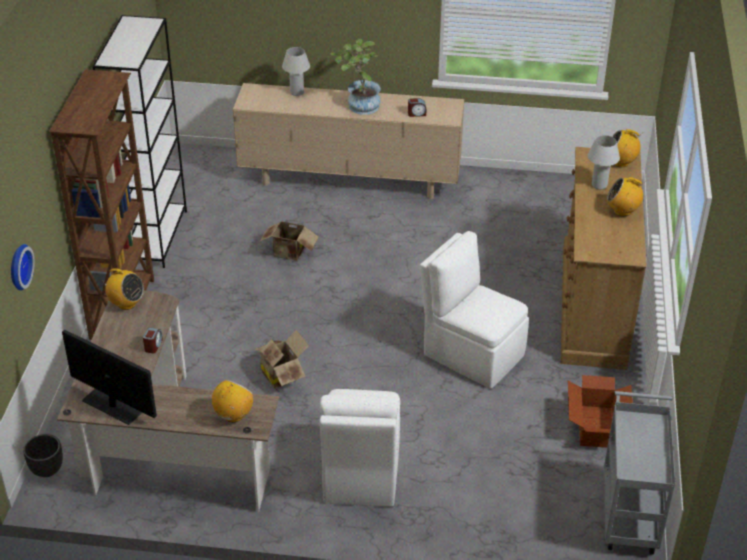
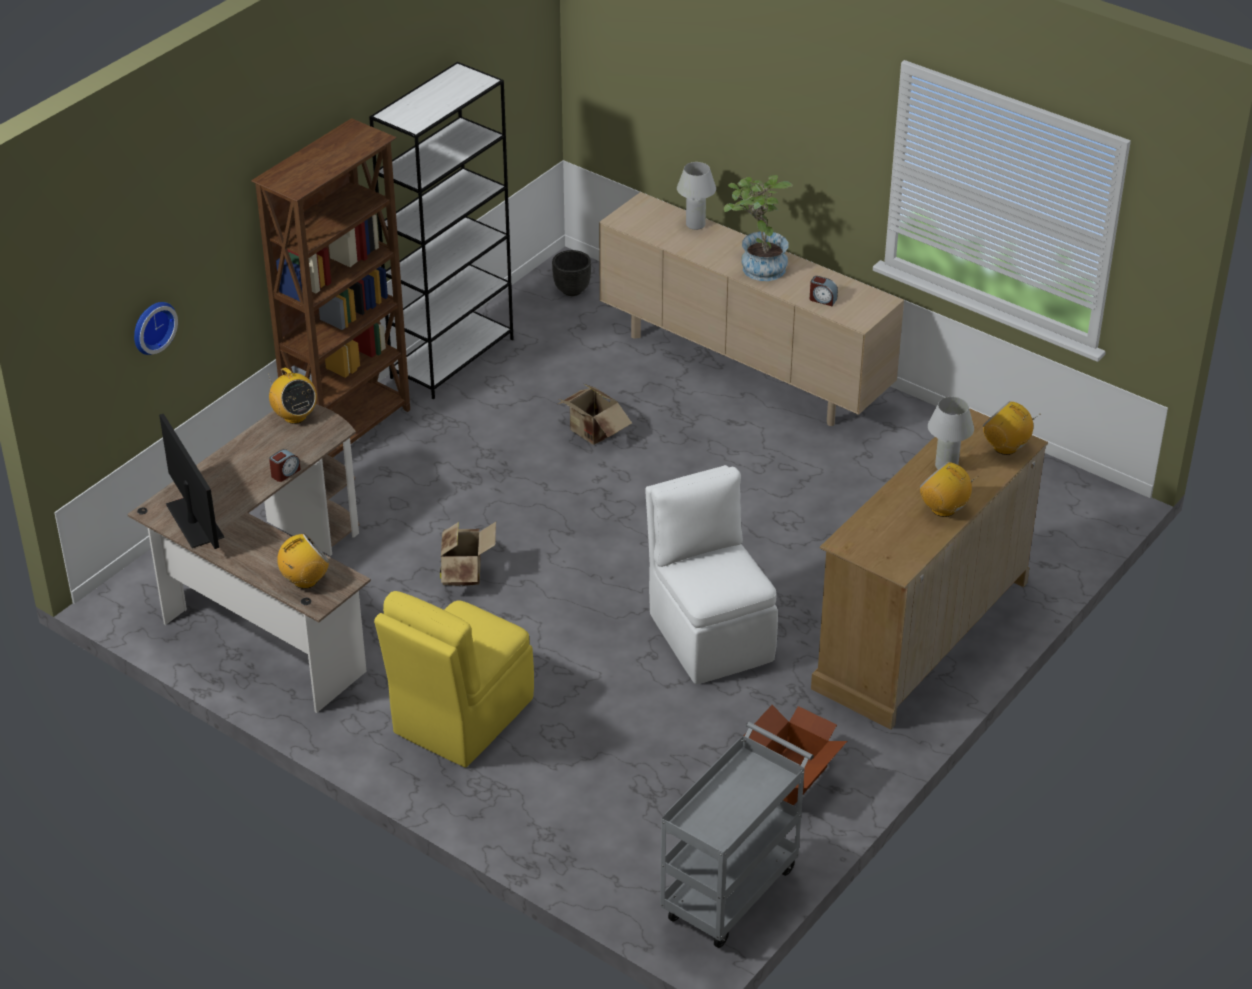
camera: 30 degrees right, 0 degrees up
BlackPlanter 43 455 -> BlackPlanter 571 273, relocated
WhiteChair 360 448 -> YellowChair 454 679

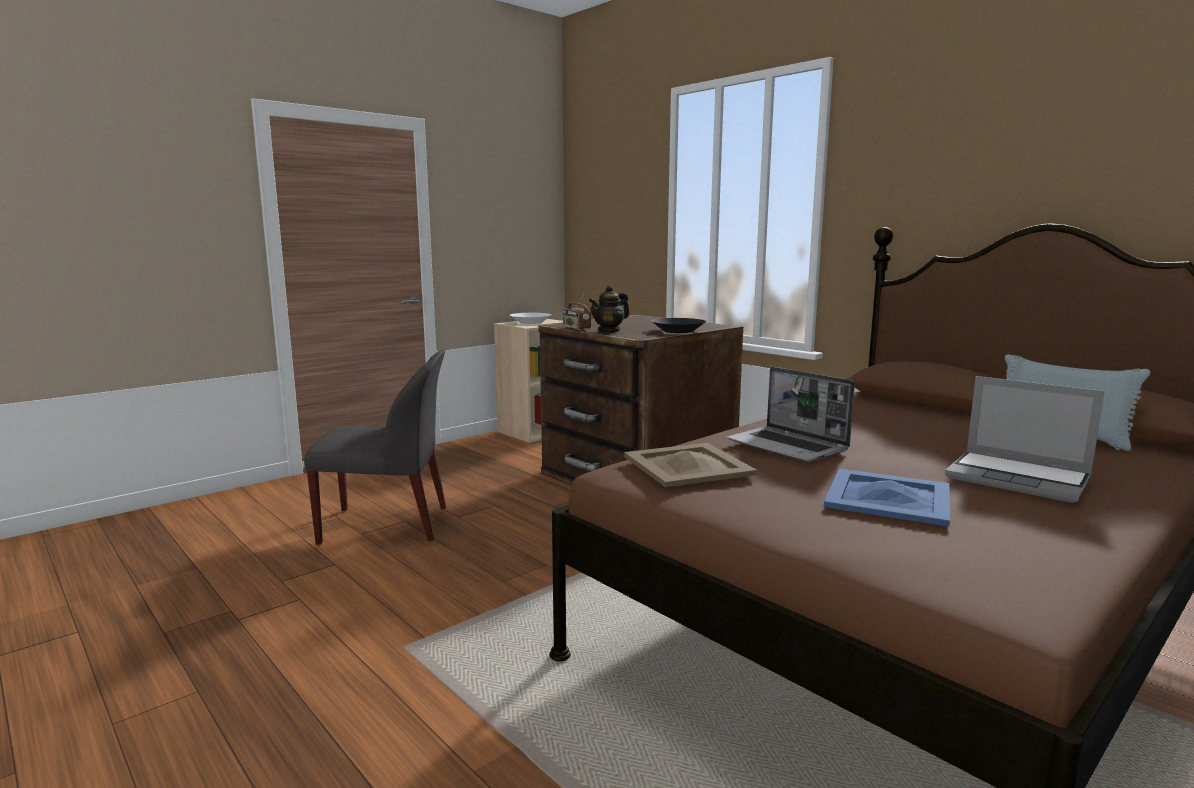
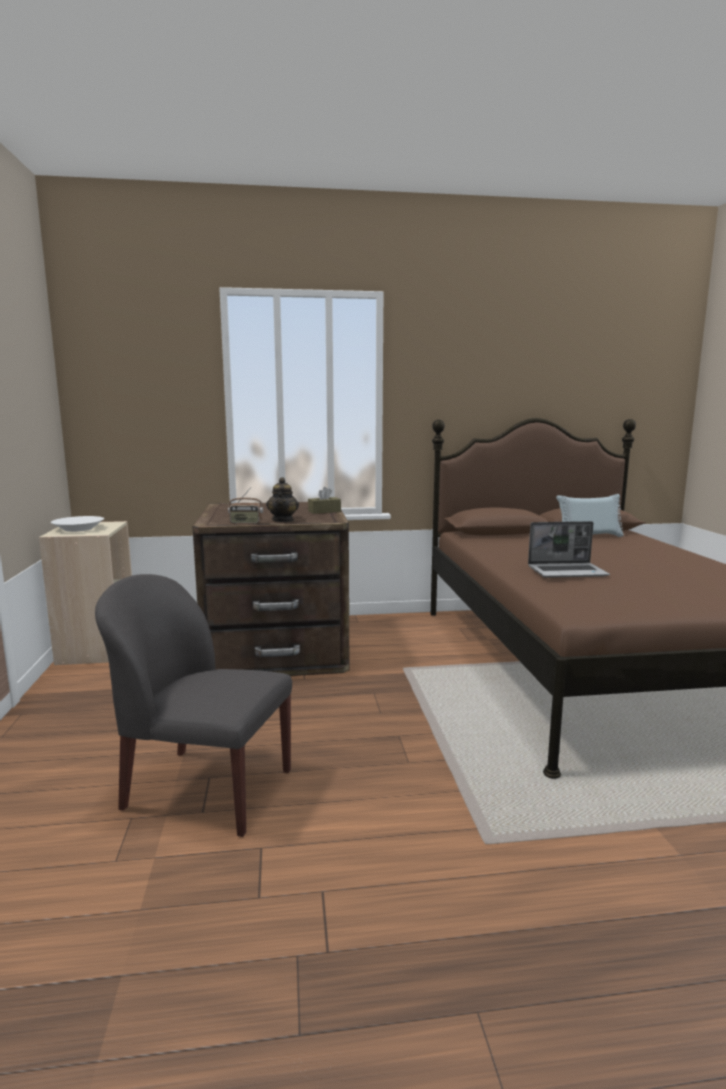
camera: 55 degrees left, 0 degrees up
BeigeTray 690 465 -> none
BlueTray 887 497 -> none
Laptop 1025 439 -> none
BlackBowl 678 325 -> BrownTissueBox 324 500
GreyChair 375 447 -> GreyChair 193 705, 105 degrees counterclockwise

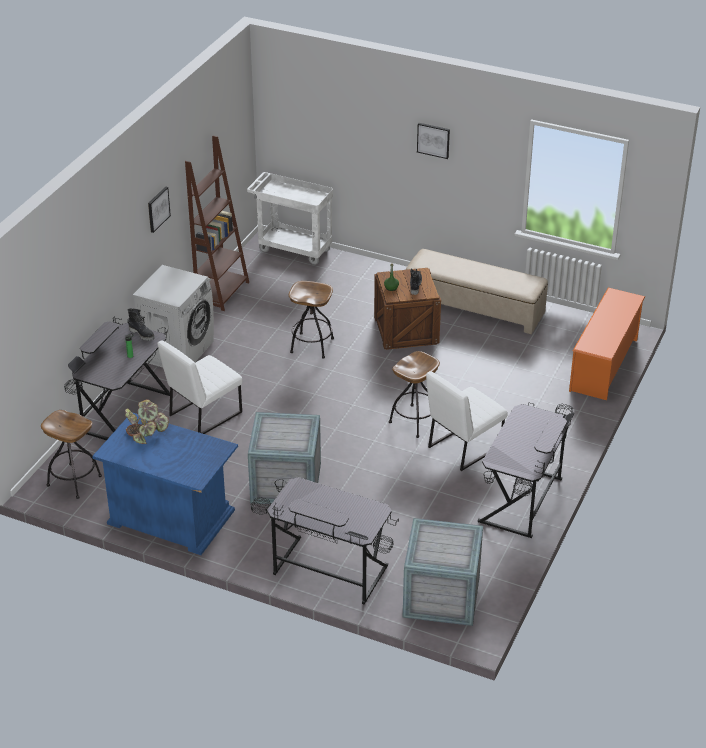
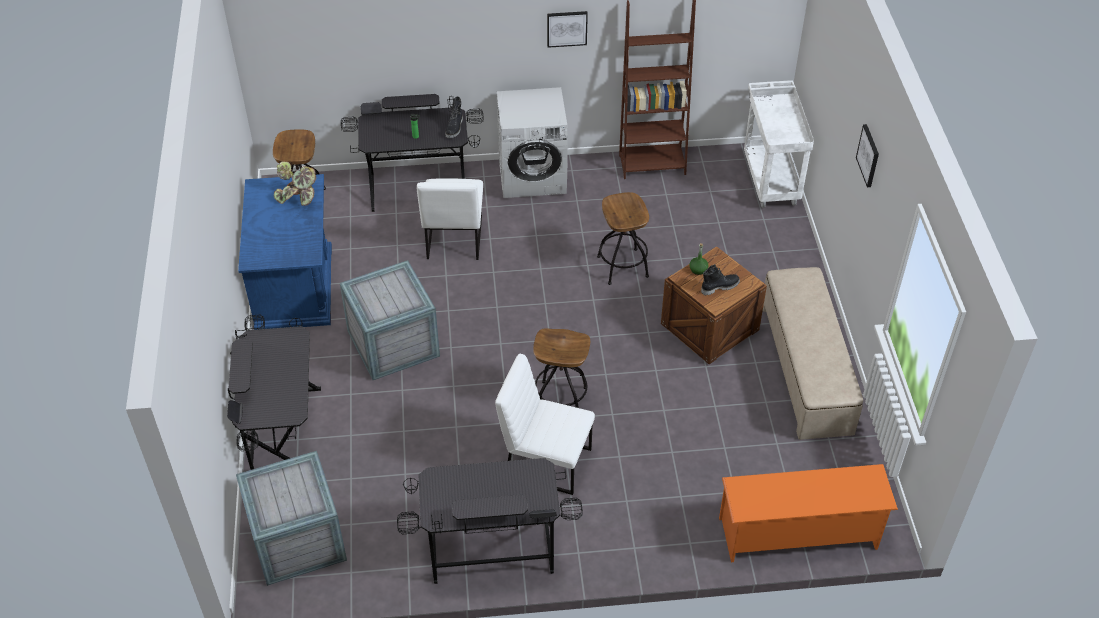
camera: 60 degrees right, 10 degrees up
WhiteChair 200 387 -> WhiteChair 450 219, 105 degrees counterclockwise

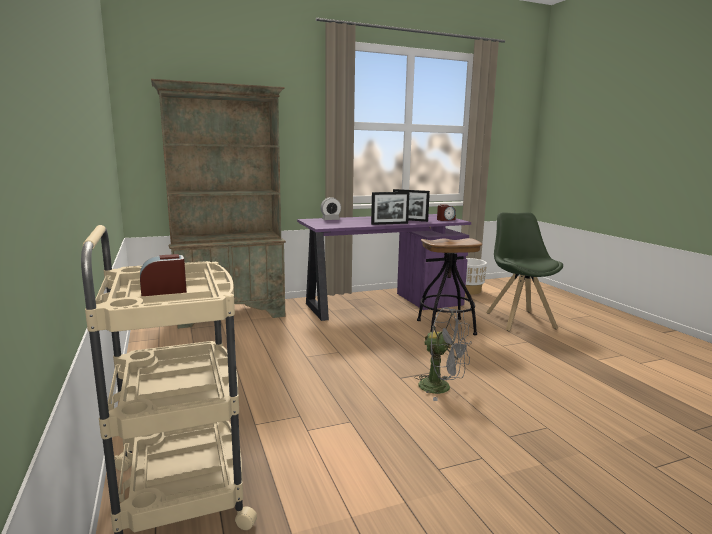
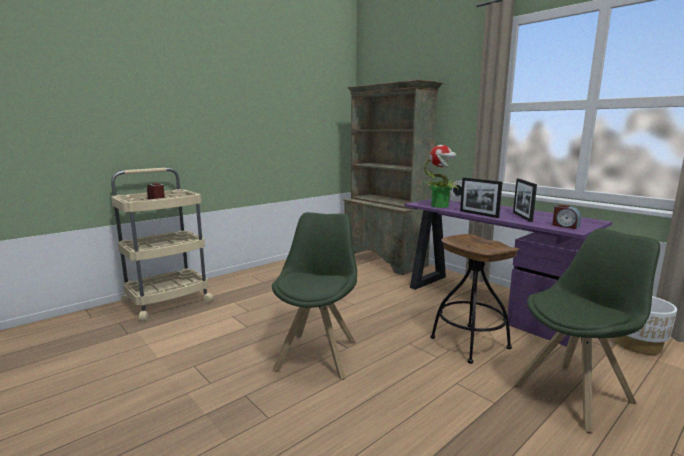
camera: 70 degrees right, 0 degrees up
none -> PottedPlant 441 176
GreyFan 443 354 -> GreenChair 314 296

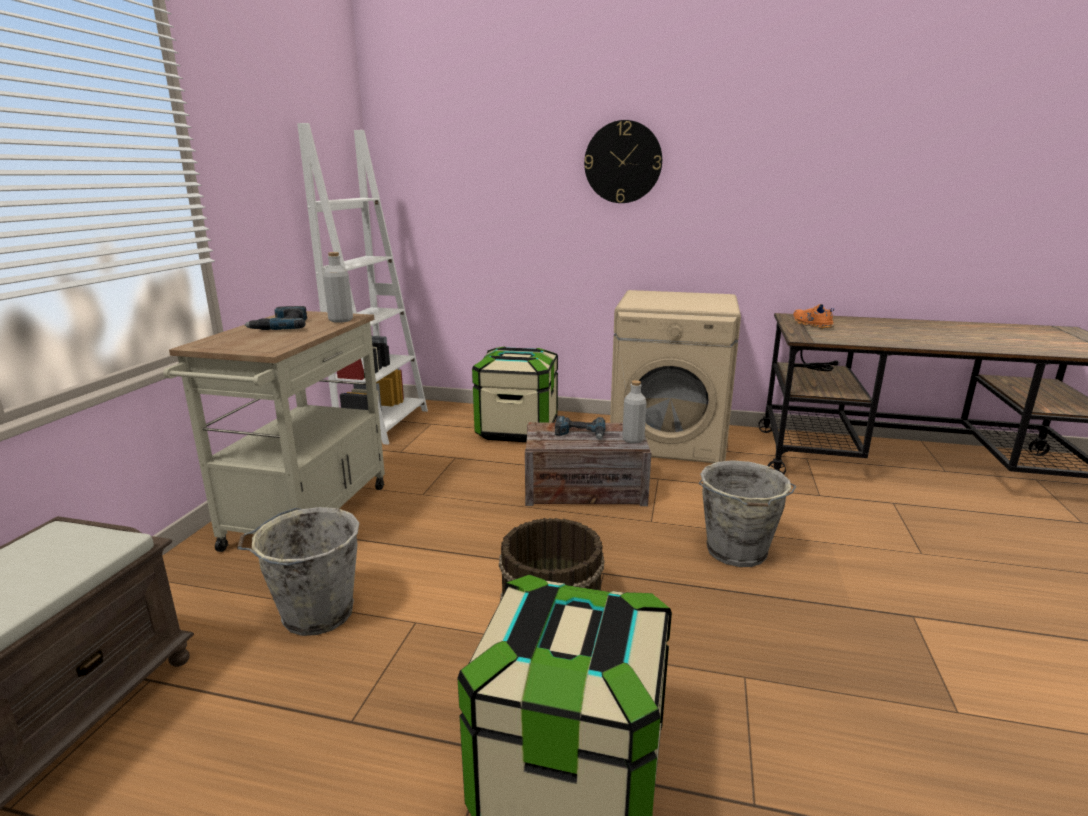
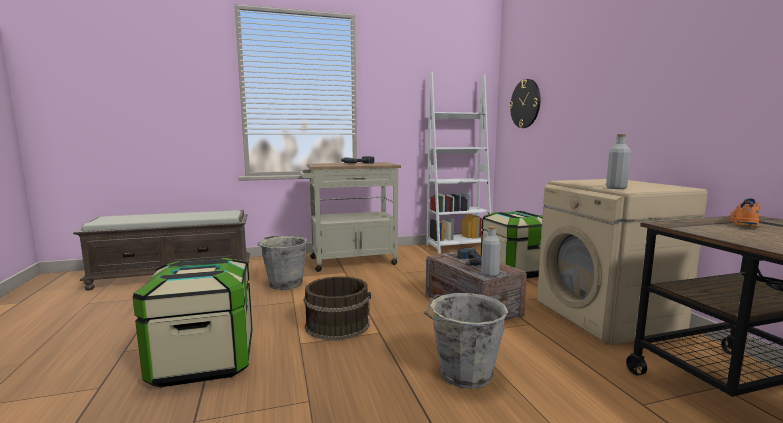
camera: 60 degrees right, 10 degrees down
GreyBottle 338 287 -> GreyBottle 618 161, relocated
WallClock 623 161 -> WallClock 524 103, relocated

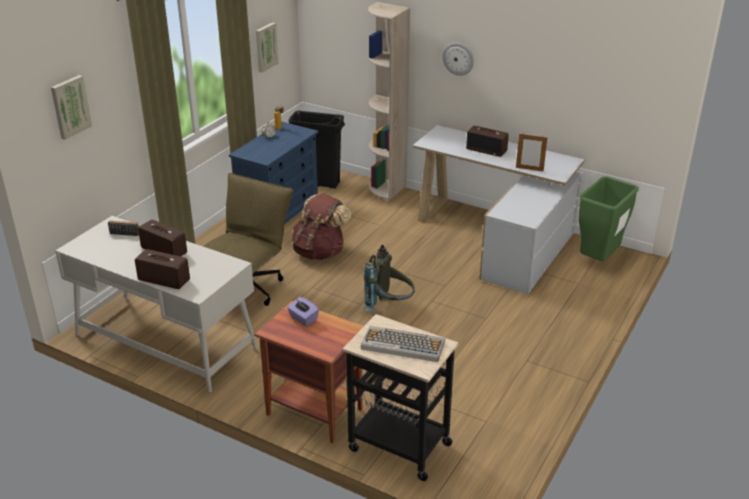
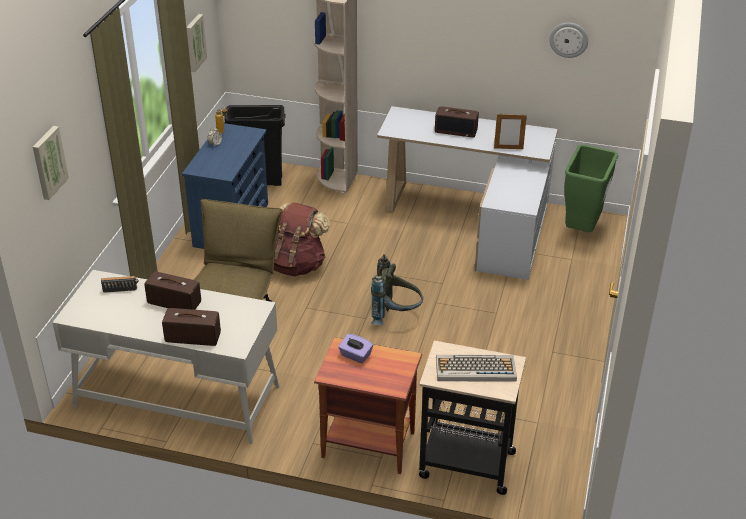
camera: 15 degrees left, 5 degrees up
WallClock 458 59 -> WallClock 568 40, relocated

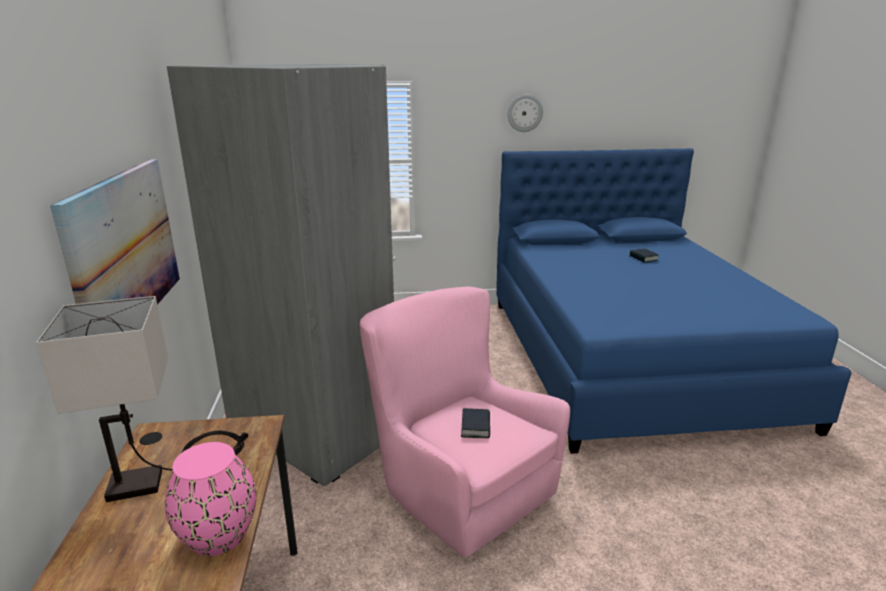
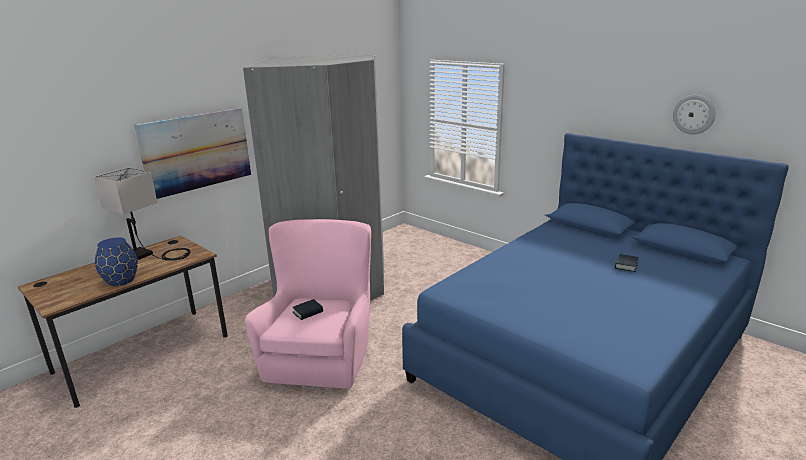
camera: 50 degrees right, 0 degrees up
WallClock 525 113 -> WallClock 694 114, relocated
PinkVase 210 499 -> BlueVase 116 261

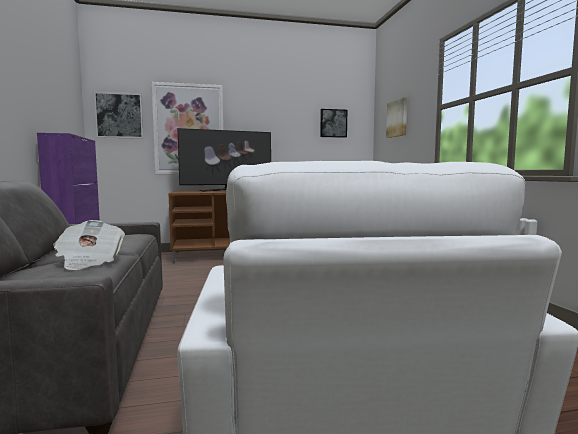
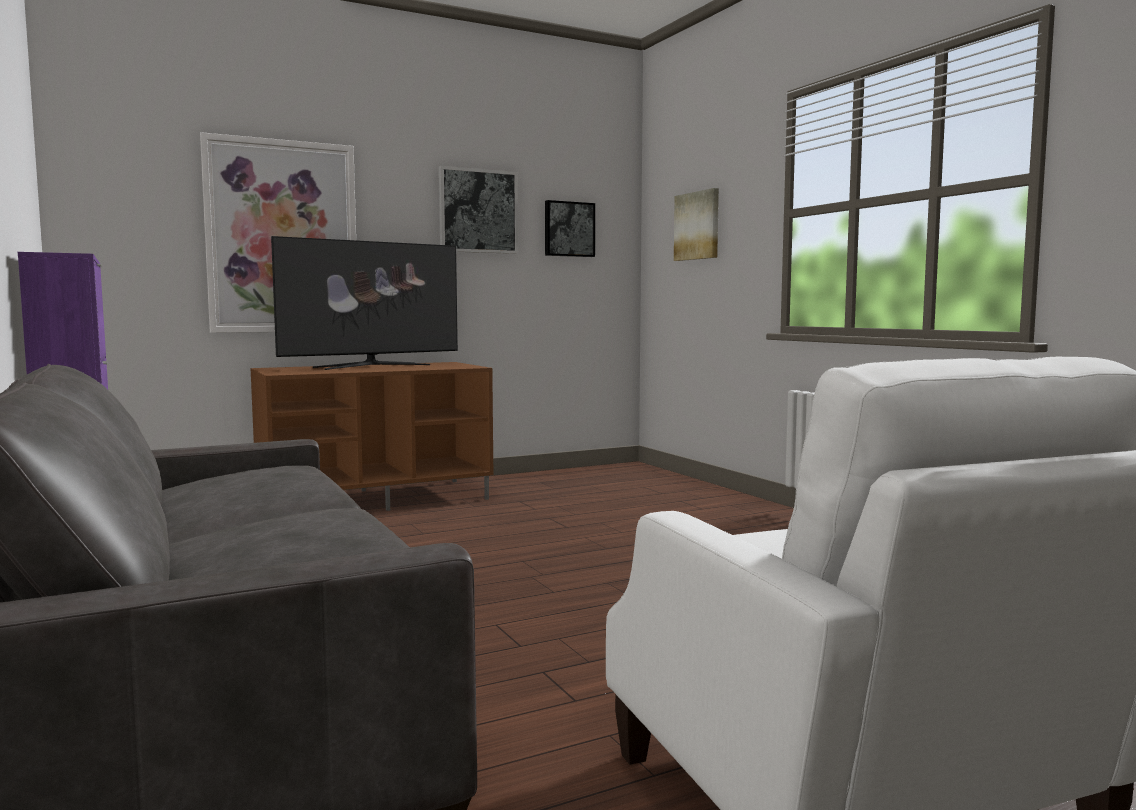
camera: 15 degrees left, 0 degrees up
Newspaper 89 245 -> none
Picture 119 115 -> Picture 478 210, relocated

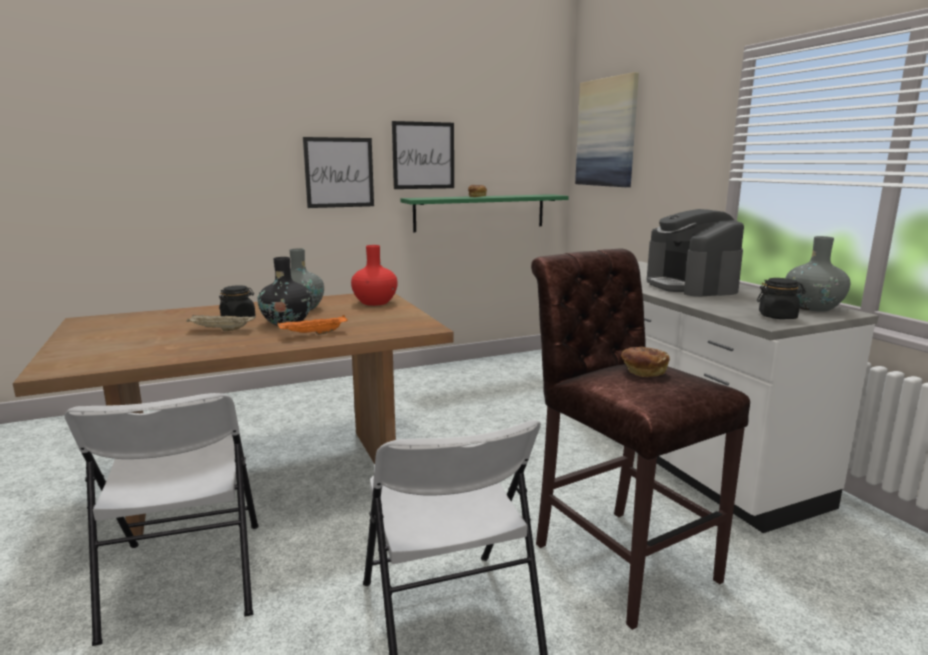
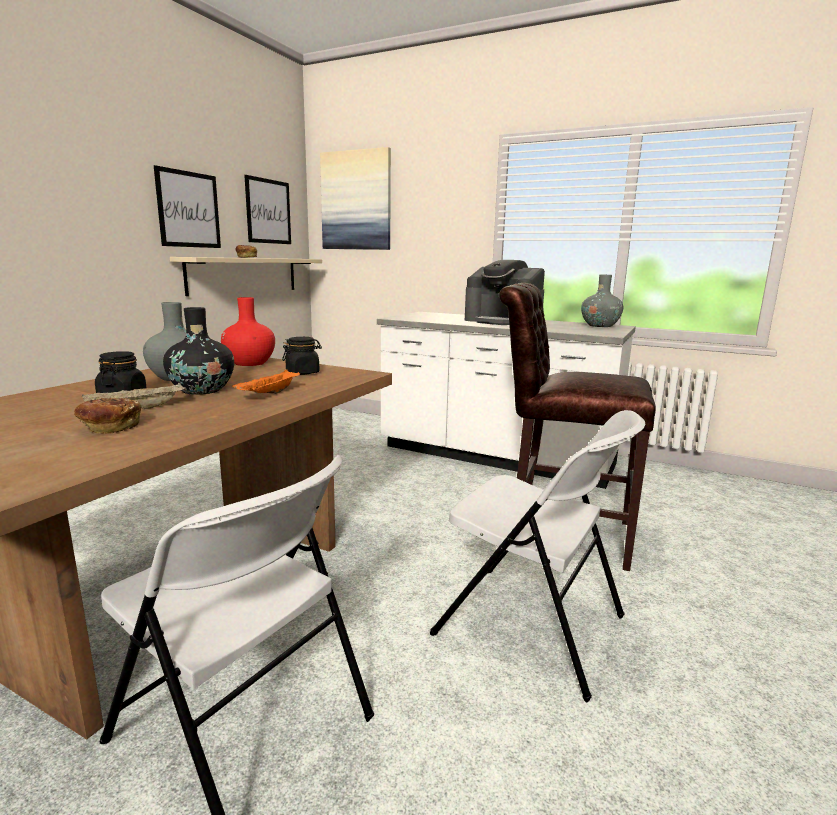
camera: 40 degrees left, 0 degrees up
Picture 338 172 -> Picture 267 209, relocated
Bread 645 362 -> Bread 107 416, relocated
BlackJar 781 298 -> BlackJar 302 356, relocated
GreenShelf 484 213 -> BeigeShelf 246 276

